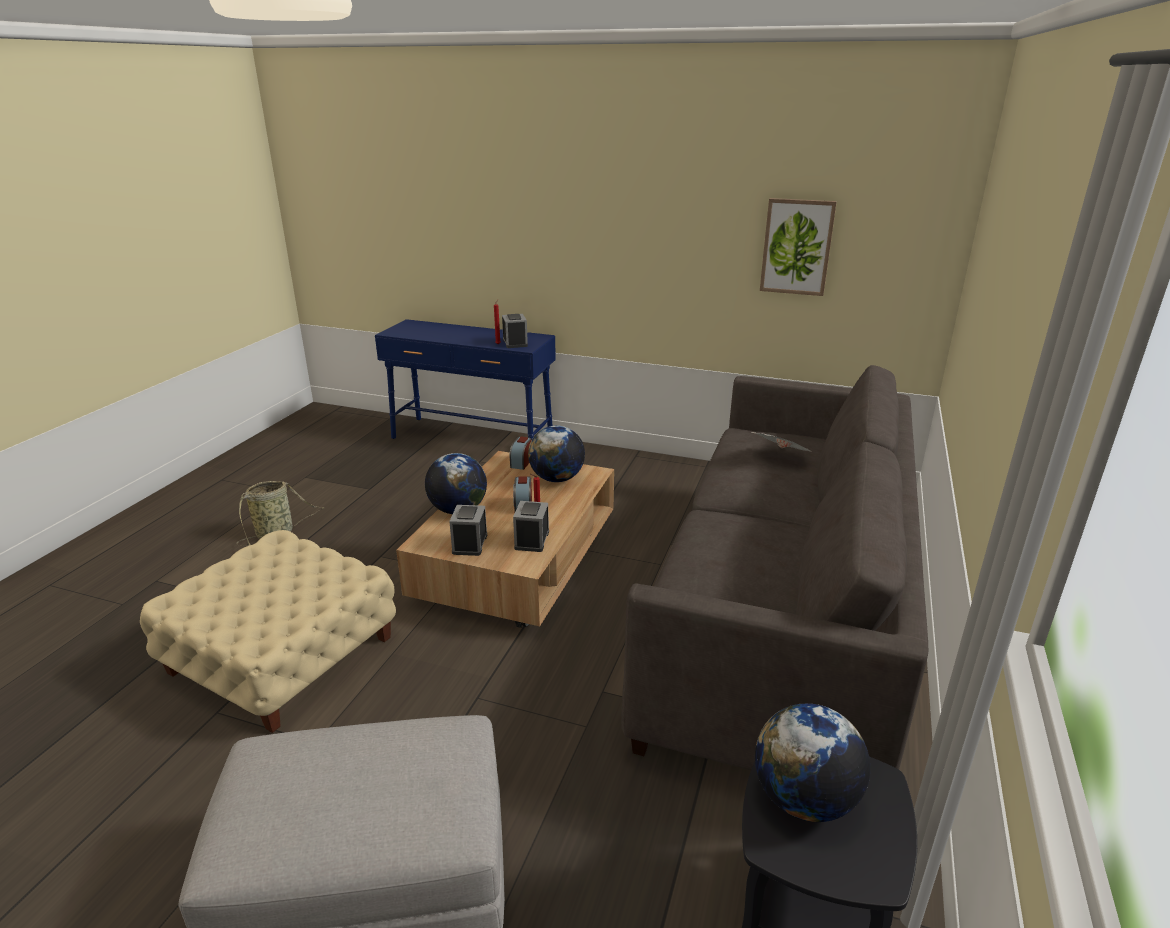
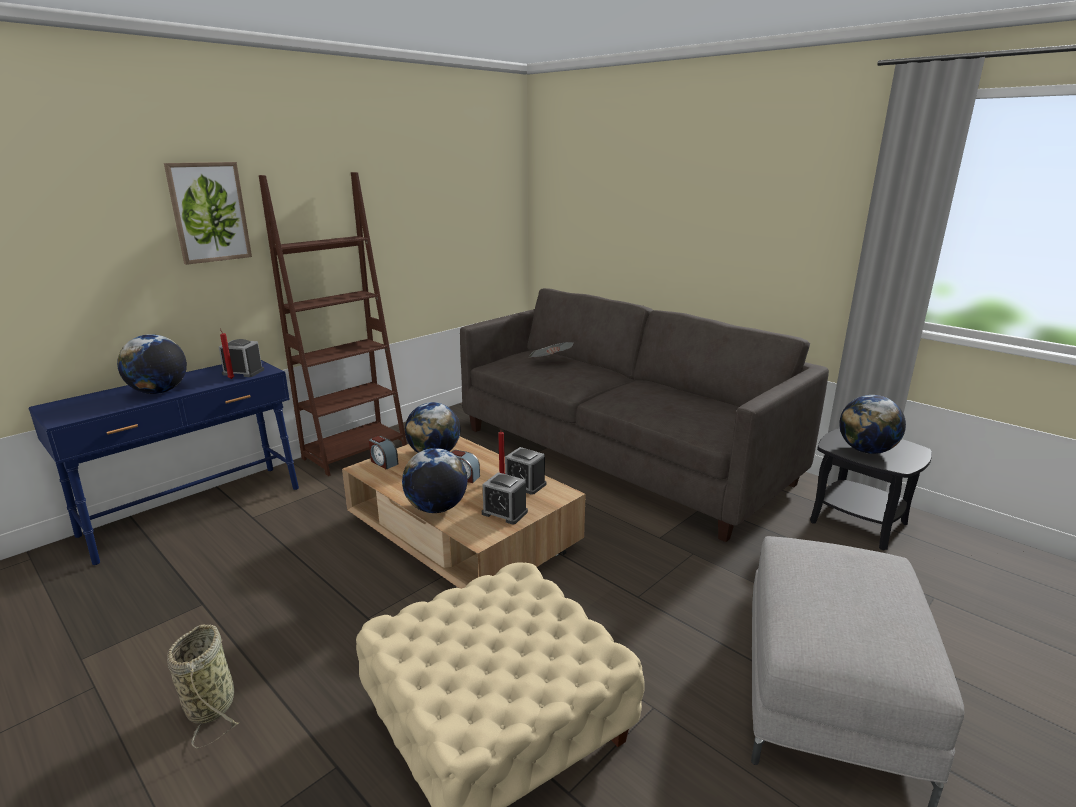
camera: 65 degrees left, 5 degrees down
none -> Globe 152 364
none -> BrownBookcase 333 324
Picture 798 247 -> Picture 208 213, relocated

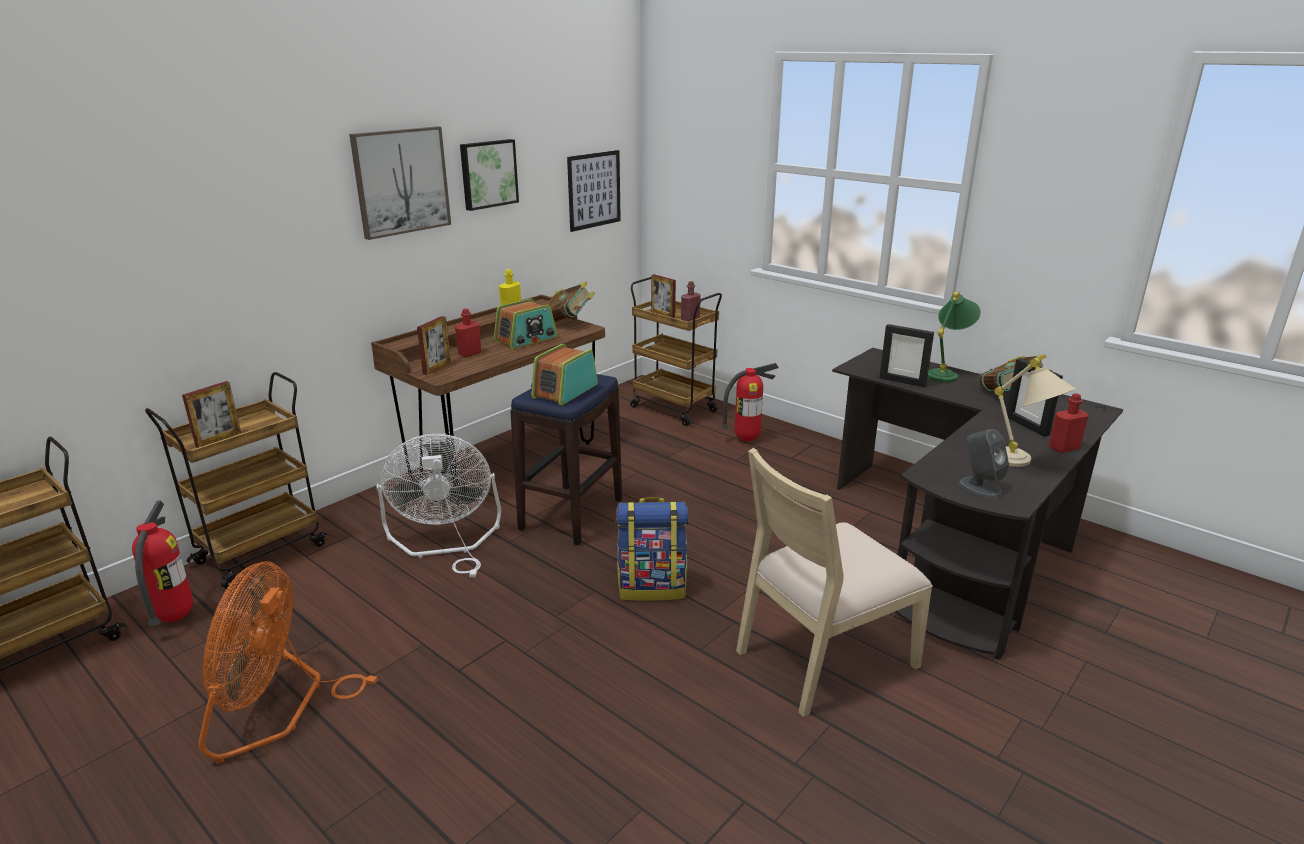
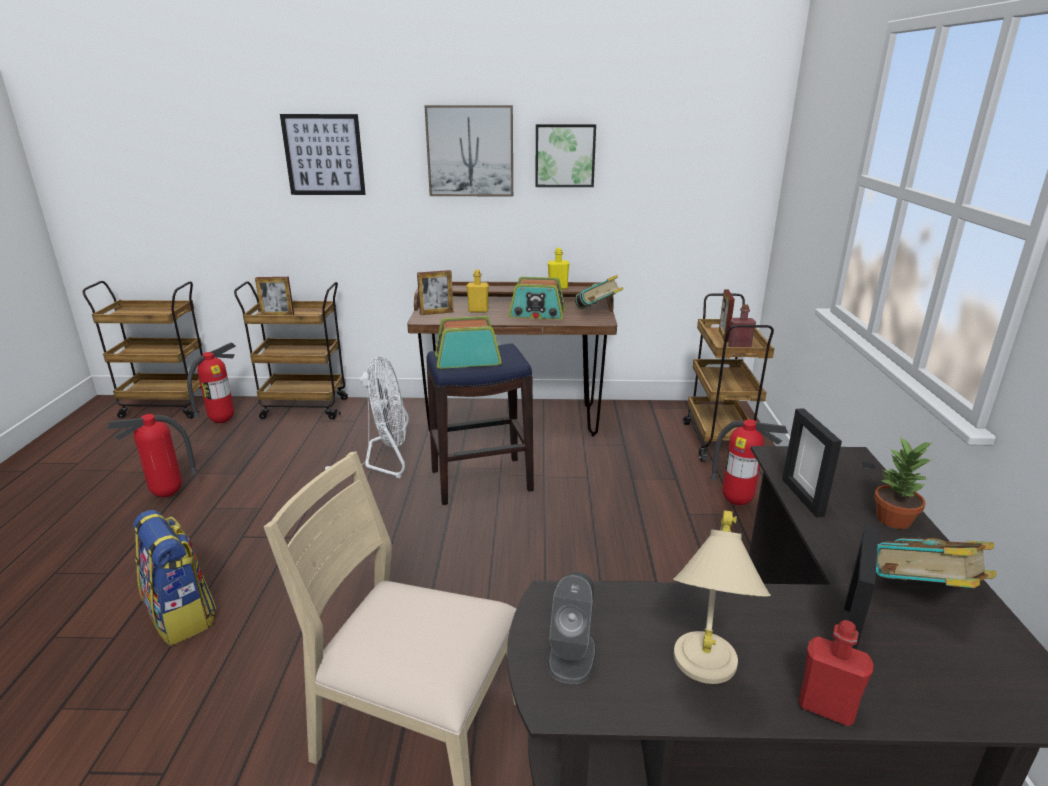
camera: 50 degrees right, 0 degrees up
Picture 594 191 -> Picture 323 154, relocated
Backpack 652 549 -> Backpack 174 578, relocated
OrangeFan 288 662 -> FireExtinguisher 152 455
GreenTableLamp 954 337 -> PottedPlant 903 482
RedBottle 468 332 -> YellowBottle 477 291
WhiteFan 439 505 -> WhiteFan 366 418, 45 degrees clockwise

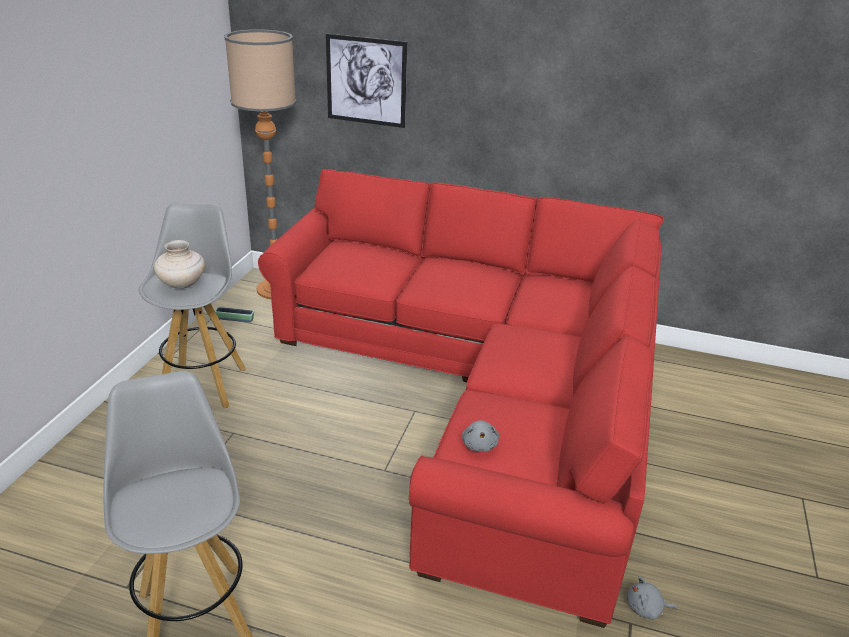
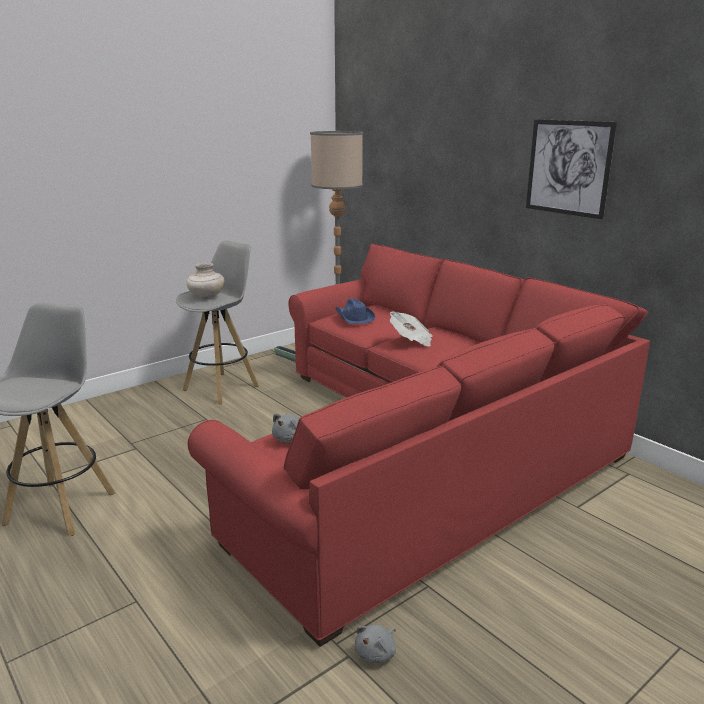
camera: 35 degrees right, 10 degrees down
none -> BlueHat 355 311
none -> Newspaper 411 329
Picture 366 81 -> Picture 571 169, relocated
GreyPlushToy 652 598 -> GreyPlushToy 375 643, 90 degrees counterclockwise

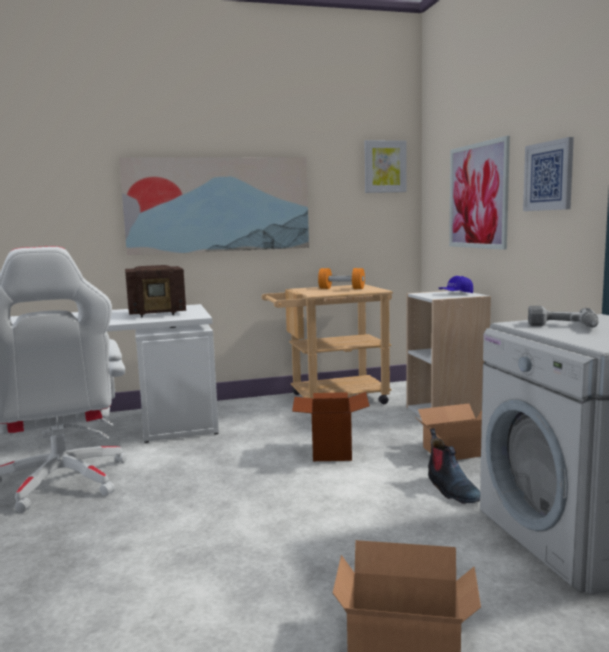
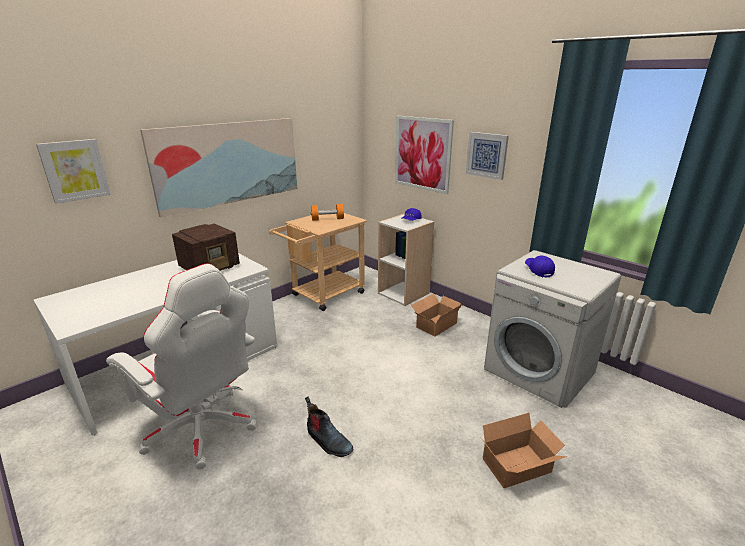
camera: 30 degrees left, 15 degrees up
CardboardBox 330 426 -> none
Picture 385 166 -> Picture 73 171, relocated
Boot 454 466 -> Boot 329 427, relocated
PowerDrill 563 316 -> BlueCap 540 266

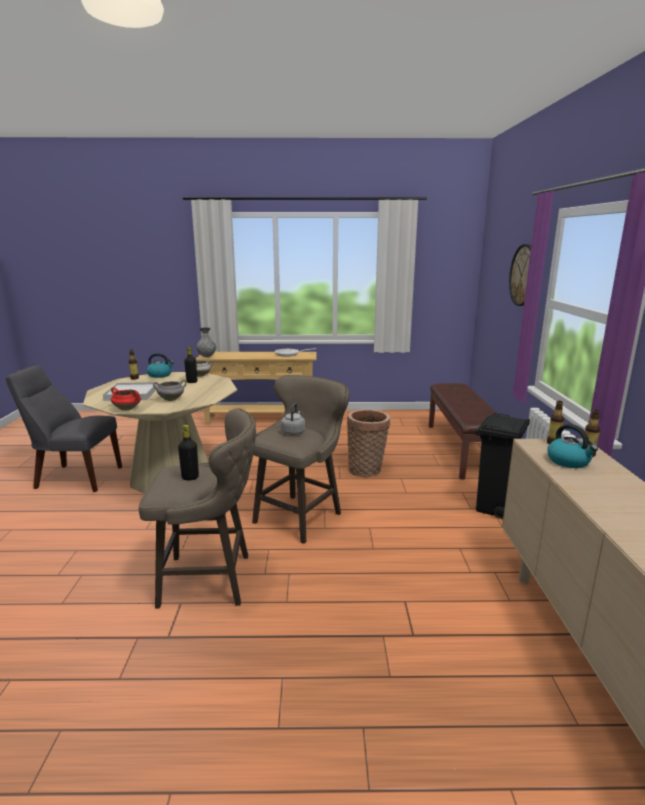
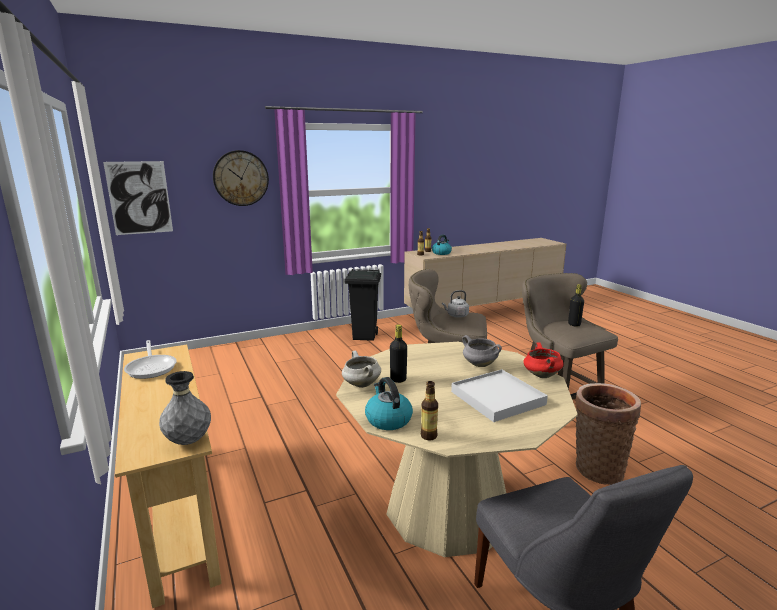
camera: 115 degrees left, 0 degrees up
BrownBench 464 431 -> none
none -> Picture 138 198
Basket 368 443 -> Basket 608 434, relocated

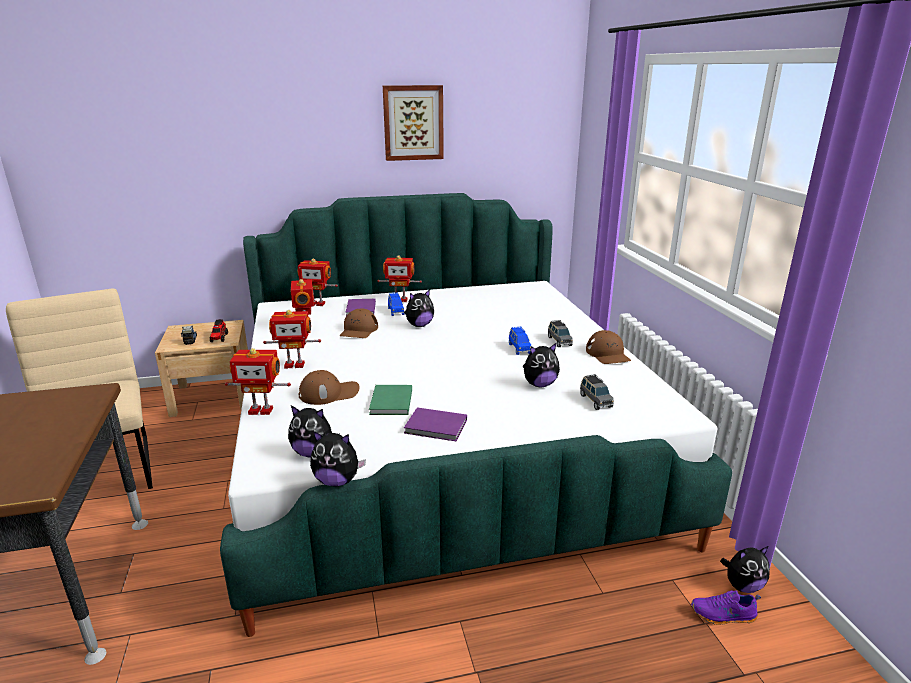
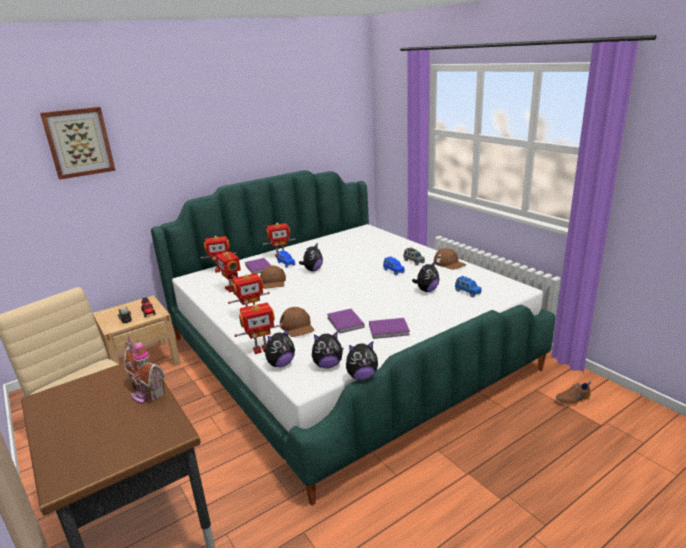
camera: 20 degrees left, 0 degrees up
none -> ToyHouse 145 370
Picture 413 123 -> Picture 78 143, relocated
PlushToy 745 569 -> PlushToy 279 348, relocated
GreenBook 390 400 -> PurpleBook 346 321
GreyToyCar 597 392 -> BlueToyCar 468 286
PurpleShoe 726 607 -> BrownShoe 573 393
BrownCap 329 387 -> BrownCap 297 322, 105 degrees clockwise

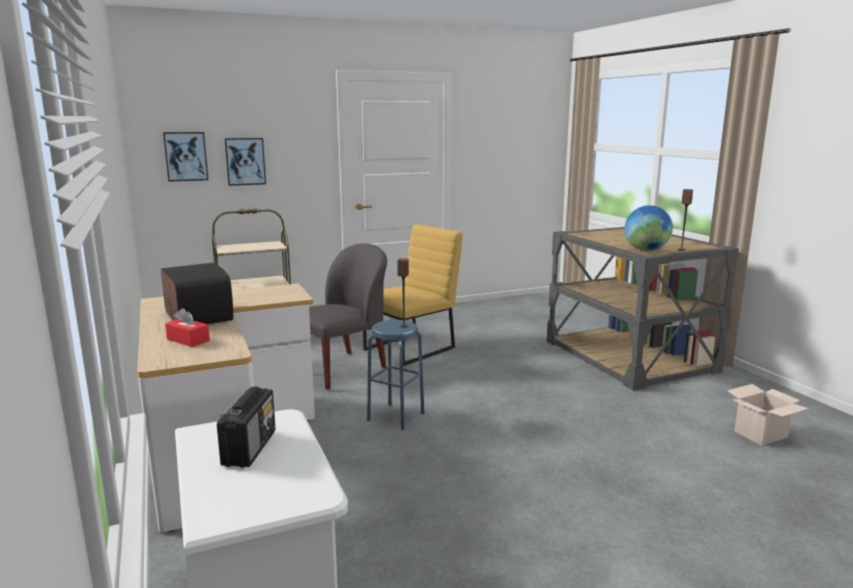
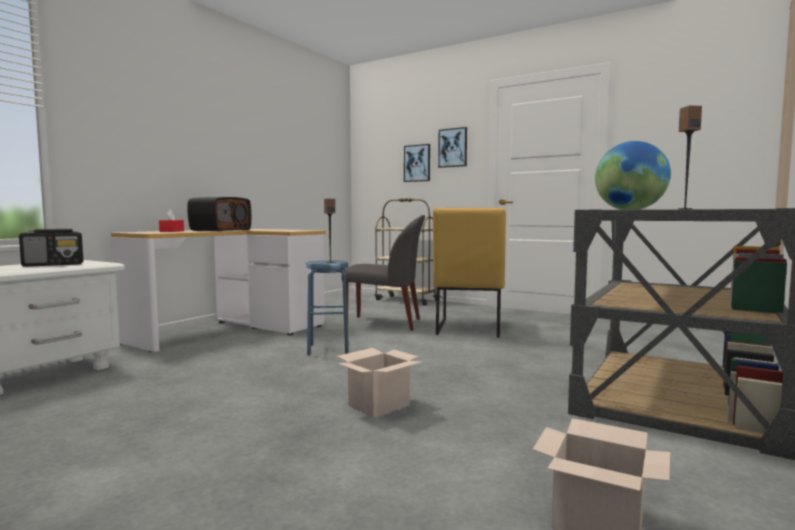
camera: 55 degrees right, 10 degrees down
none -> CardboardBox 379 383
Picture 185 157 -> Picture 452 147, relocated
YellowChair 413 295 -> YellowChair 469 273, 90 degrees clockwise

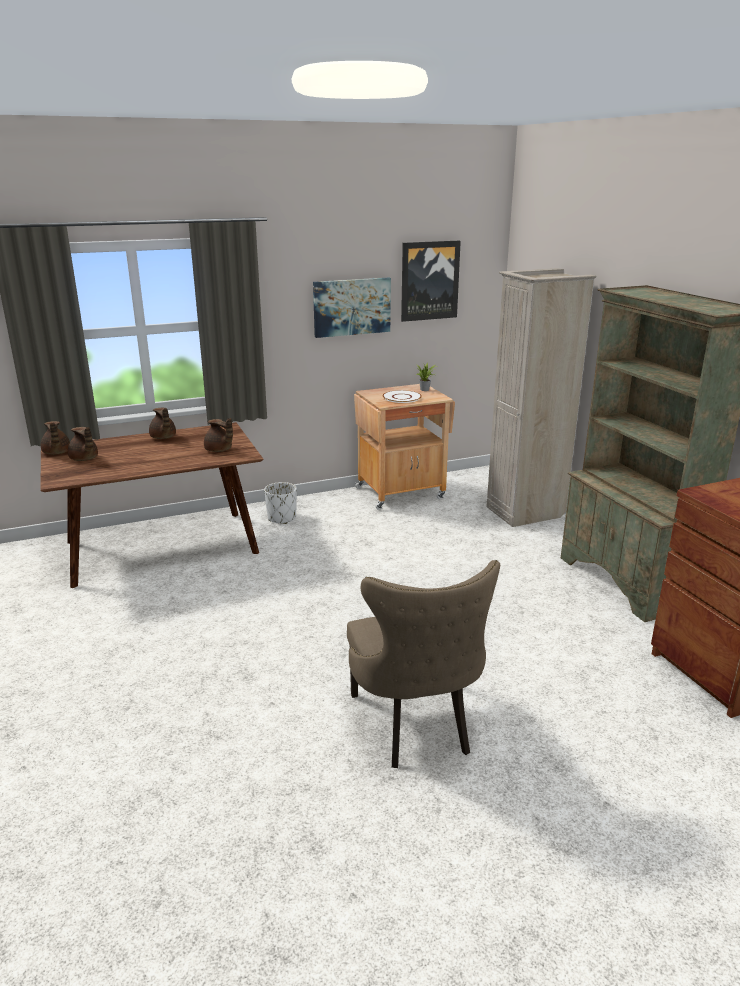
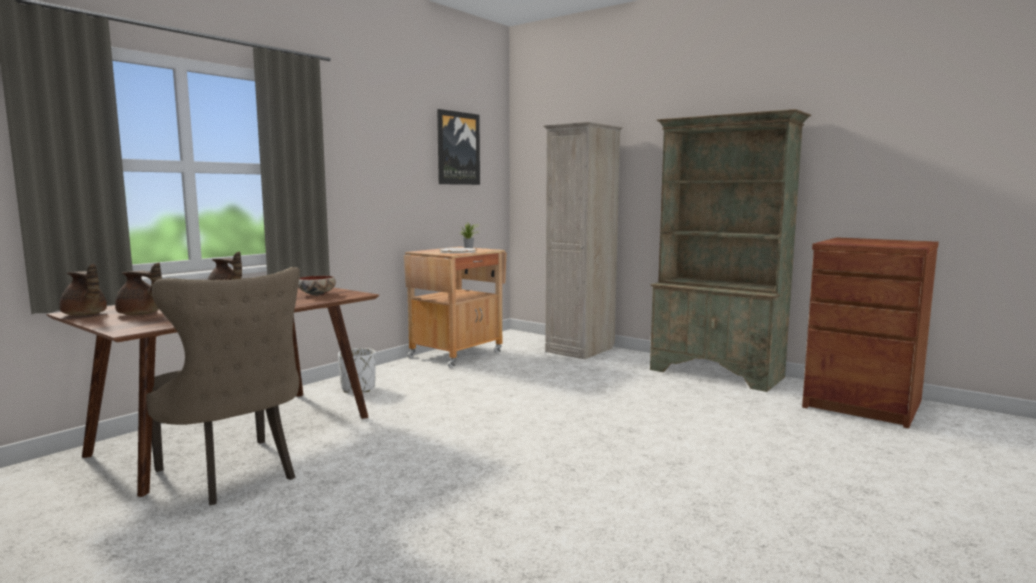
camera: 30 degrees left, 15 degrees down
Picture 352 307 -> none
BeigeChair 423 664 -> BeigeChair 223 386, relocated
BrownTeapot 218 435 -> Bowl 317 285

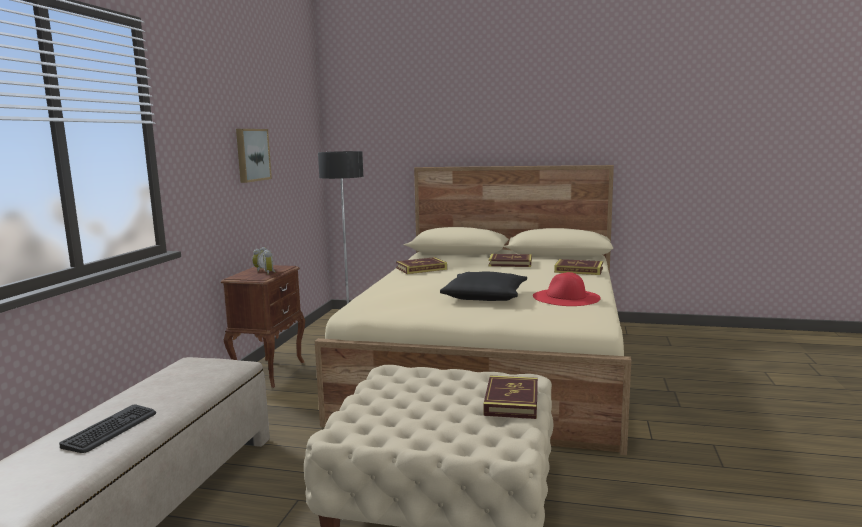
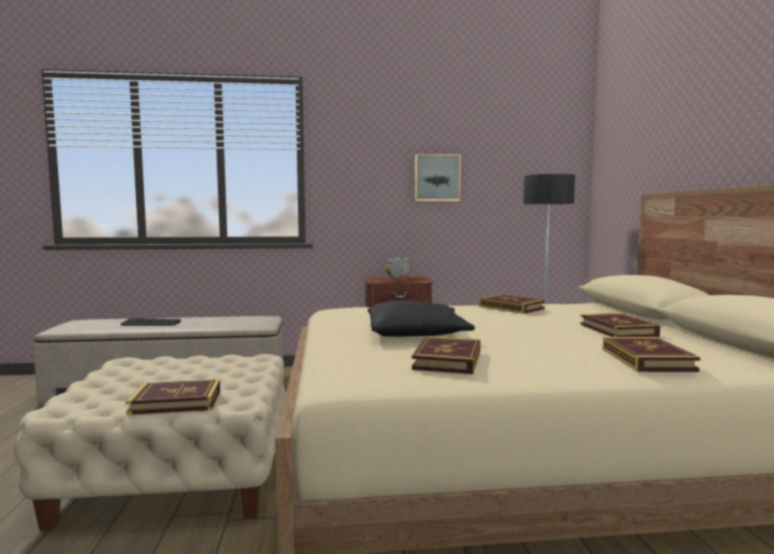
camera: 70 degrees right, 5 degrees down
RedHat 567 289 -> Book 446 355

